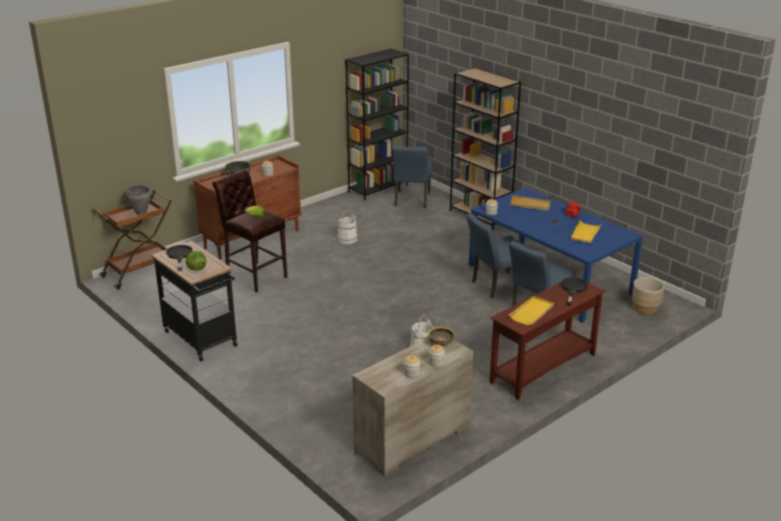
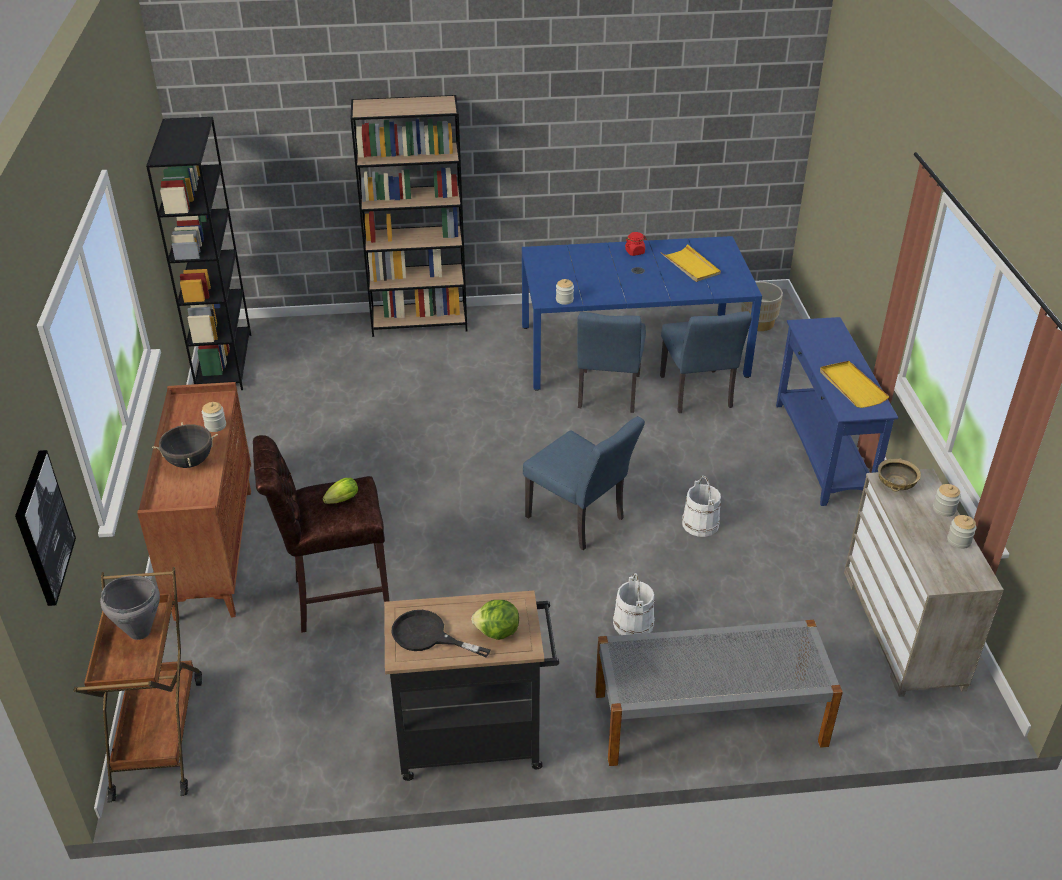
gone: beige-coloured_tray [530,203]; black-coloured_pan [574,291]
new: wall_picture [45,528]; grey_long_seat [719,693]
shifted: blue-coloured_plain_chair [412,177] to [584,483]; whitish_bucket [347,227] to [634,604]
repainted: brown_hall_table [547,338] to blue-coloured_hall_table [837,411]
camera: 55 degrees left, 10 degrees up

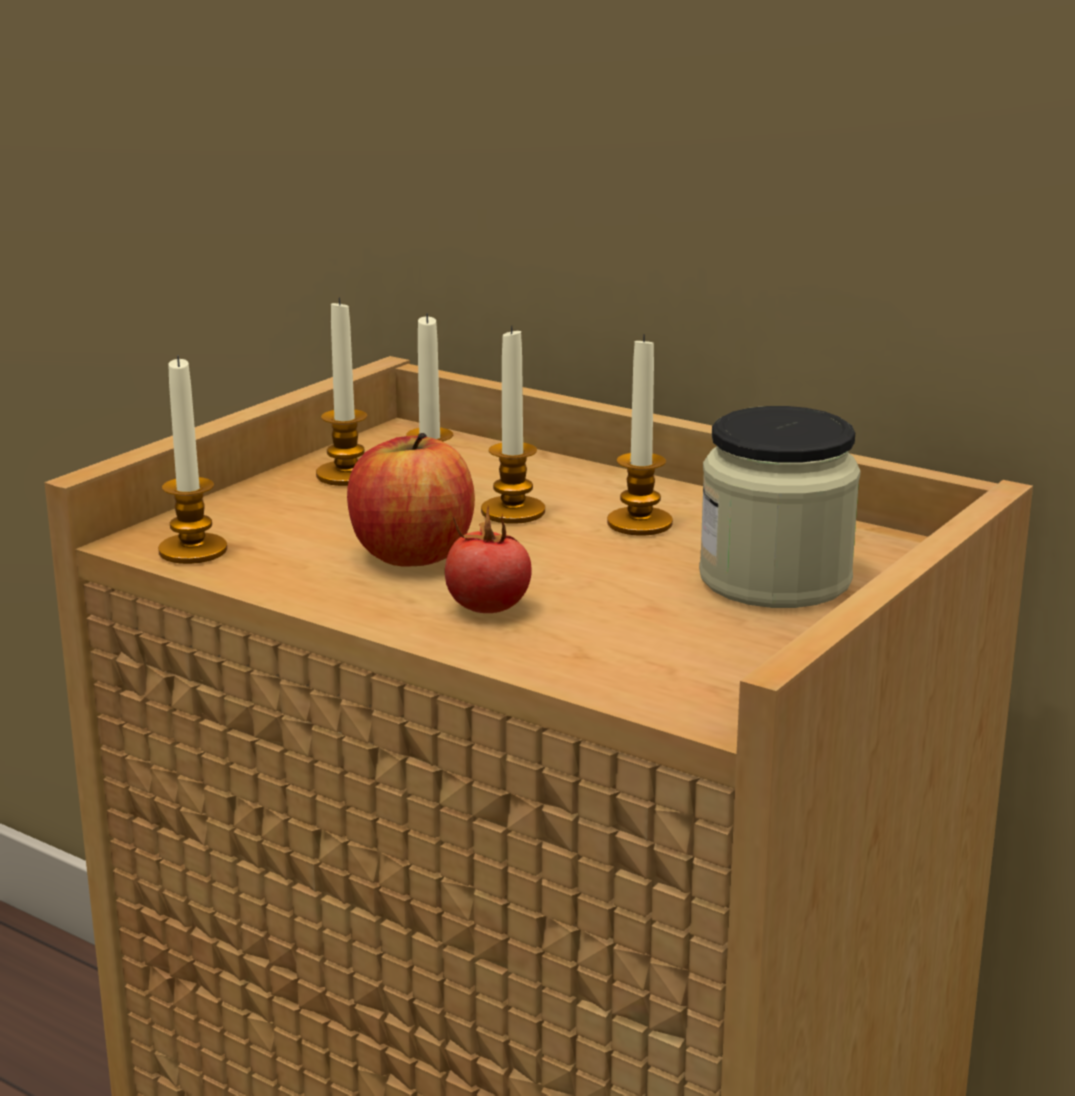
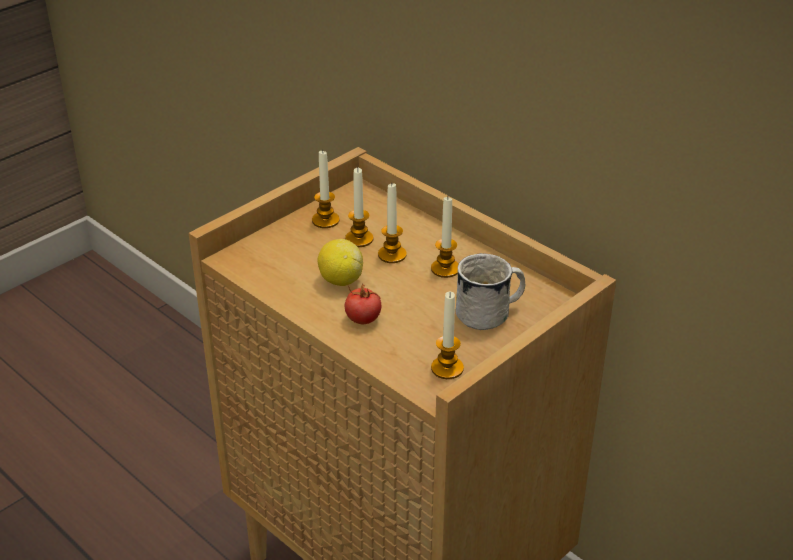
shifted: wax_candle [192,459] to [447,335]
swapped: preserve_jar [779,507] to whitish_coffee_mug [490,291]; apple_fruit [411,499] to lemon [340,262]
camera: 10 degrees right, 15 degrees up

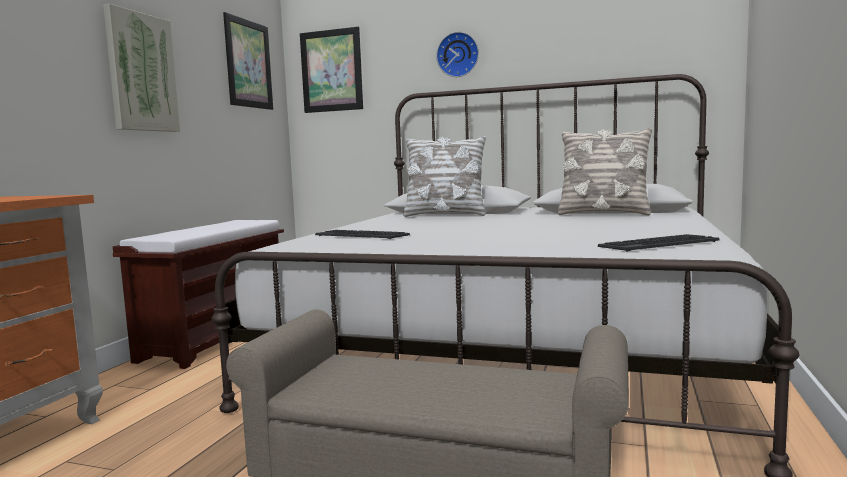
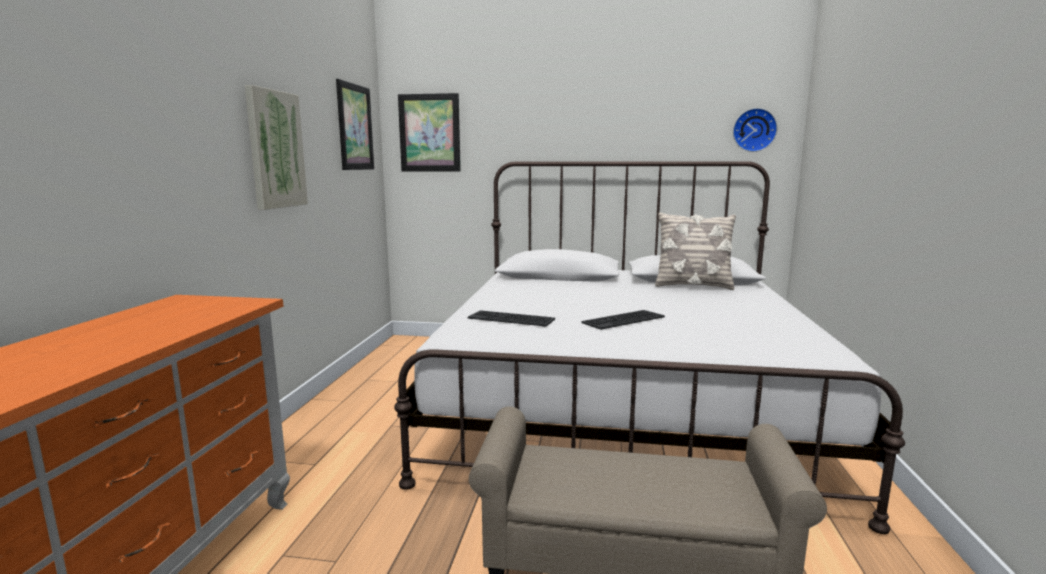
gone: whitish_cushion [444,176]; brown_long_seat [198,294]
shifted: wall_clock [457,54] to [755,130]; computer_keyboard [659,243] to [623,320]
camera: 10 degrees left, 5 degrees up

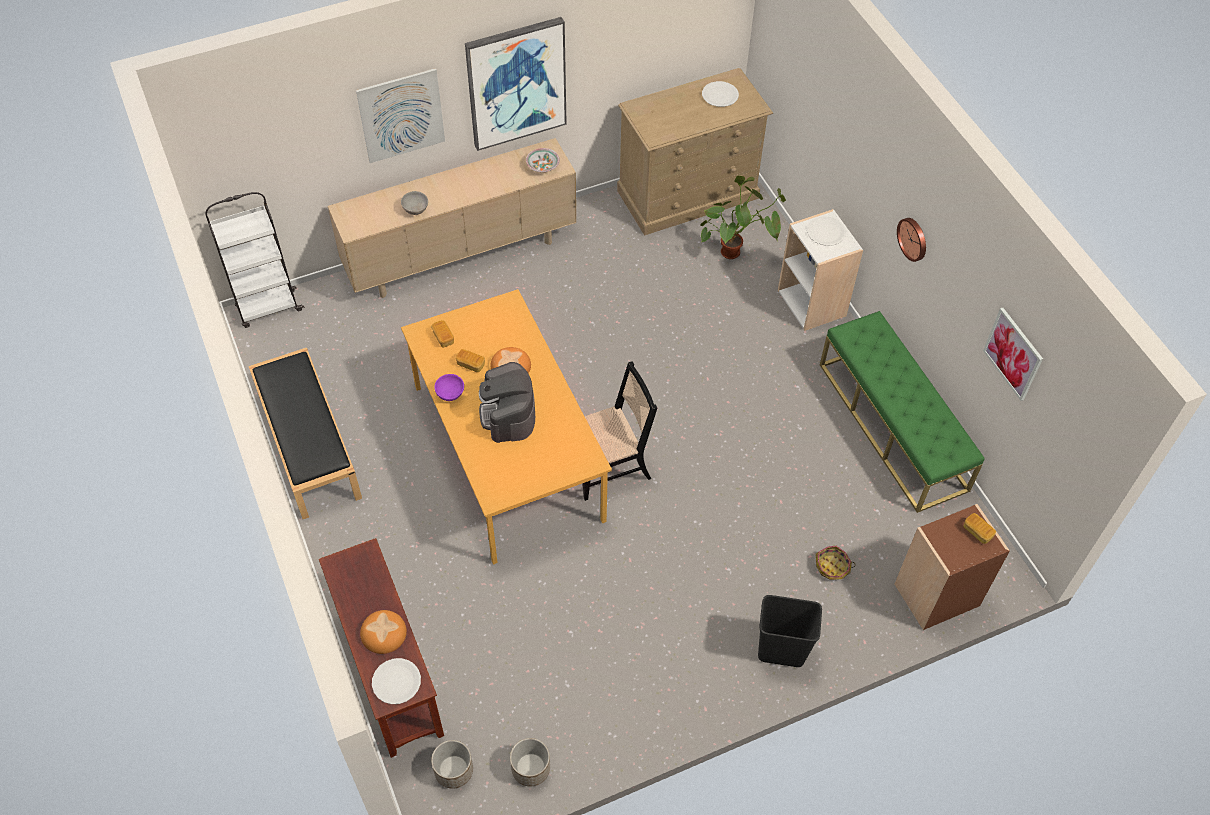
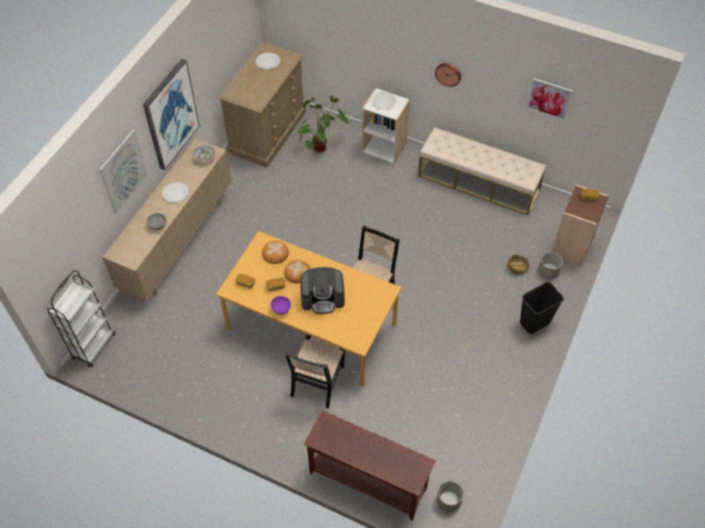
gone: black-coloured_long_seat [305,433]
new: plain_chair [315,372]
shifted: baked_bread [383,632] to [275,252]; whitish_flat_dish [396,681] to [175,192]; plant_pot [530,762] to [550,265]
repainted: greenish_long_seat [902,412] to beige-coloured_long_seat [482,171]
rotated: coffee_maker [507,402] = [322,290] 45 degrees counterclockwise
camera: 40 degrees left, 0 degrees up

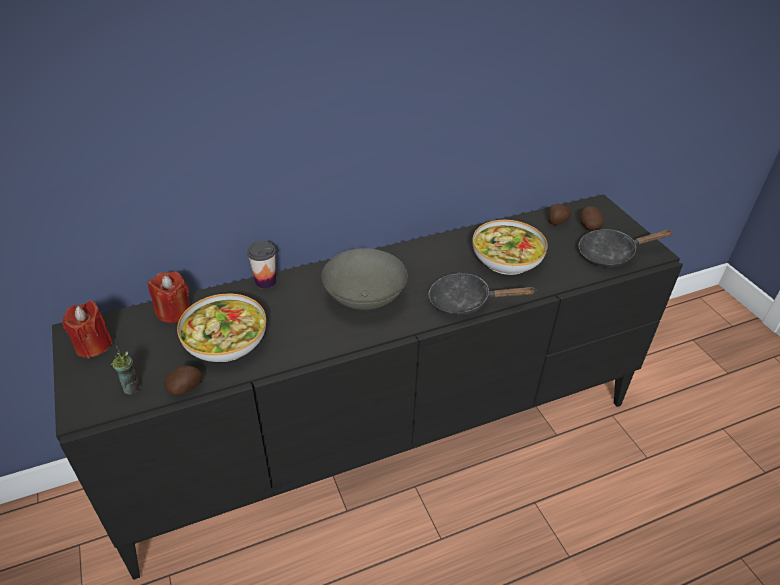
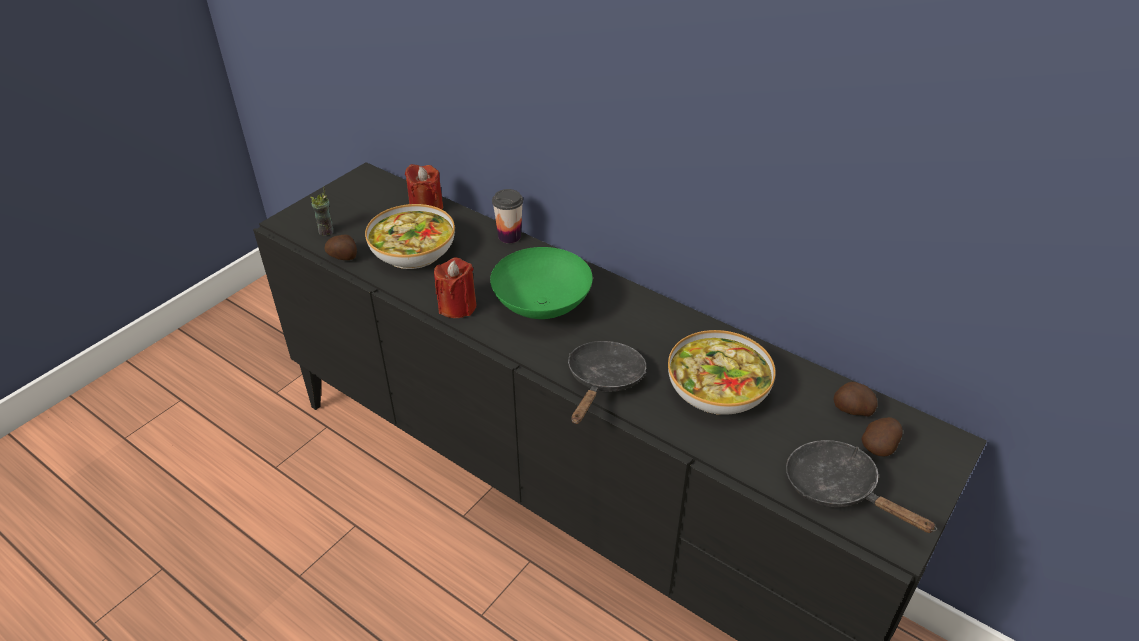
shifted: reddish_wax_candle [88,330] to [455,288]
repainted: grey_serving_bowl [364,279] to greenish_serving_bowl [541,283]
rotated: black-coloured_pan [482,294] = [607,382] 45 degrees clockwise
camera: 60 degrees right, 0 degrees up

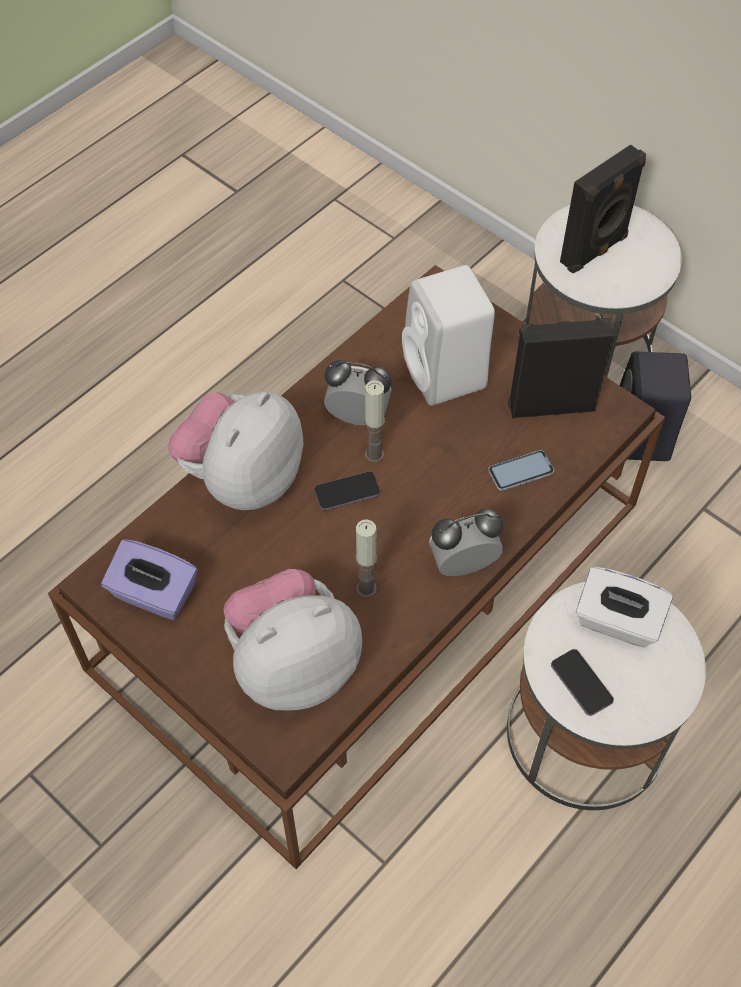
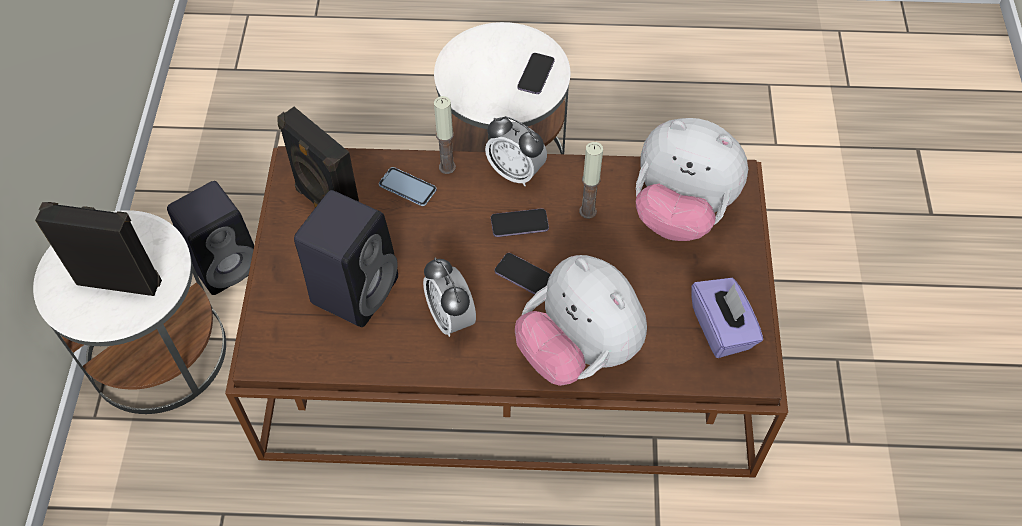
gone: whitish_tissue_box [624,607]
new: telephone [520,222]
shifted: wax_candle [374,421] to [445,135]
repainted: whitish_speaker [448,335] to black-coloured_speaker [346,258]
rotated: plush_toy [235,450] = [581,320] 60 degrees clockwise
camera: 130 degrees left, 0 degrees up

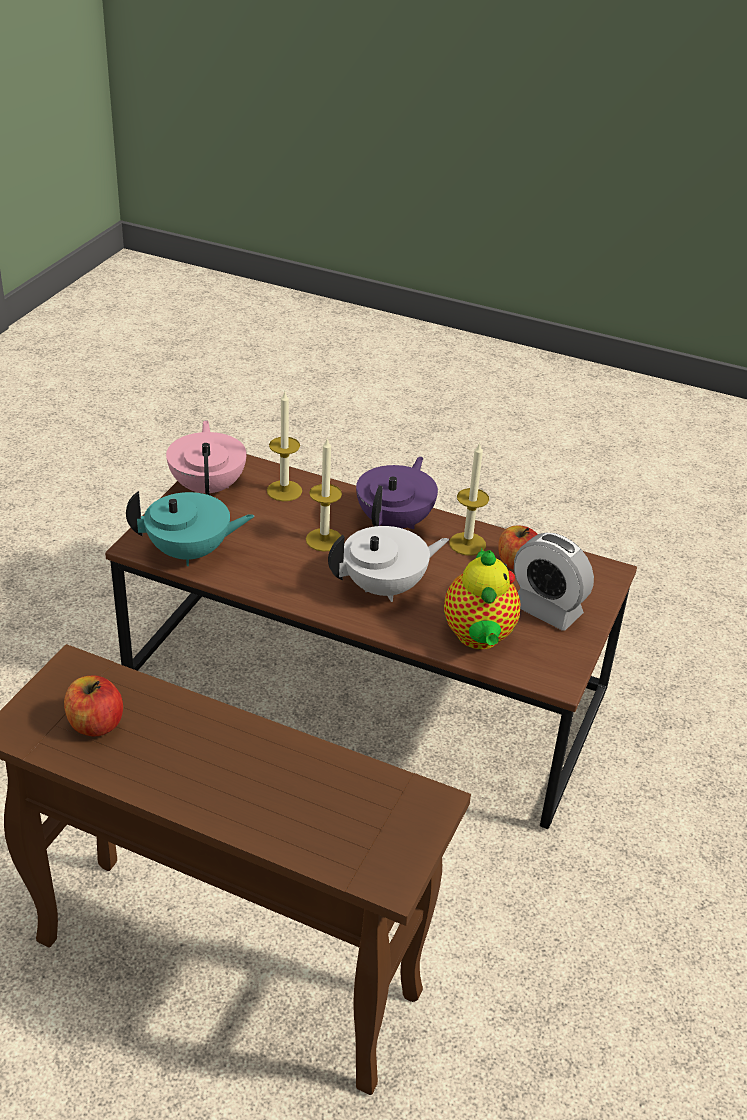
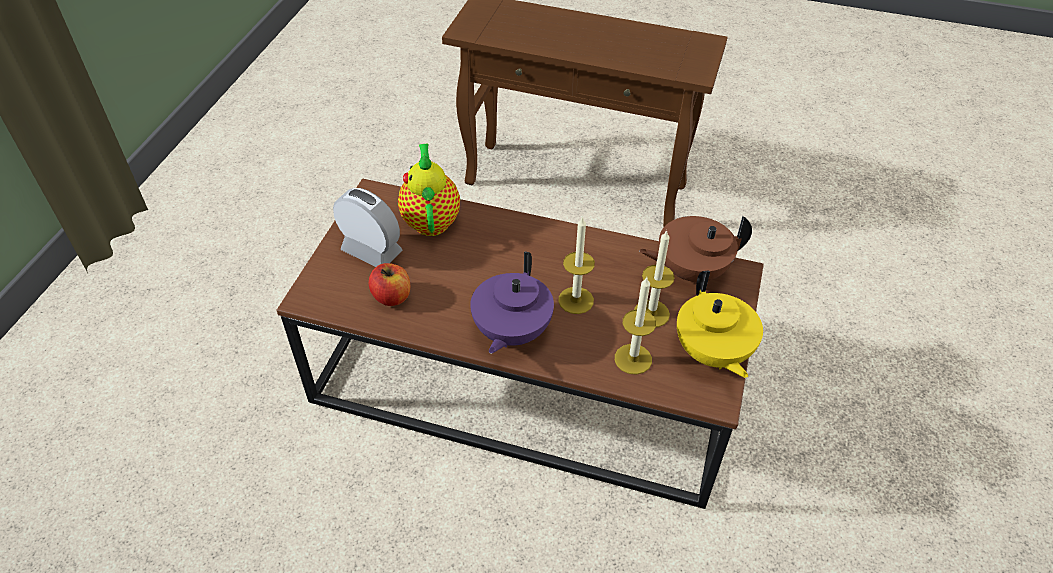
gone: whitish_tea_pot [388,564]; apple_fruit [93,706]
shifted: wax_candle [469,499] to [654,278]
repainted: pink_tea_pot [206,457] to yellow_tea_pot [720,324]; turquoise-coloured_tea_pot [190,528] to brown_tea_pot [695,249]
camera: 175 degrees right, 10 degrees up

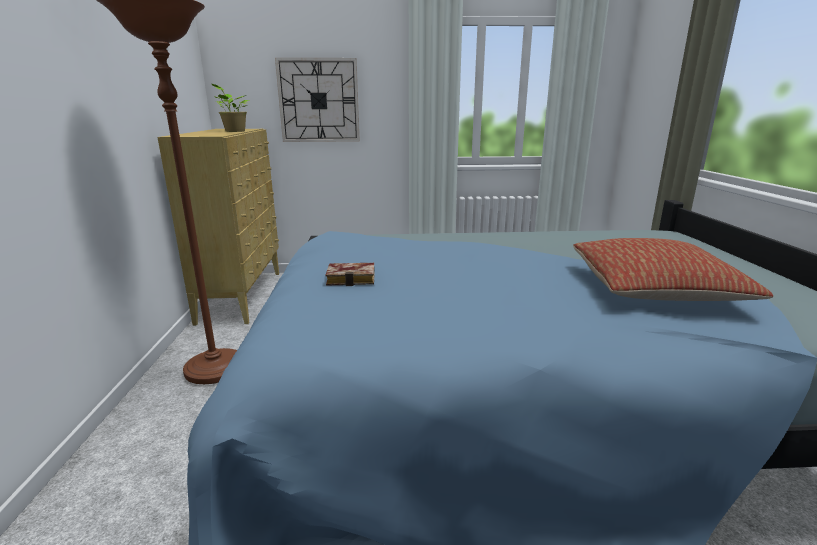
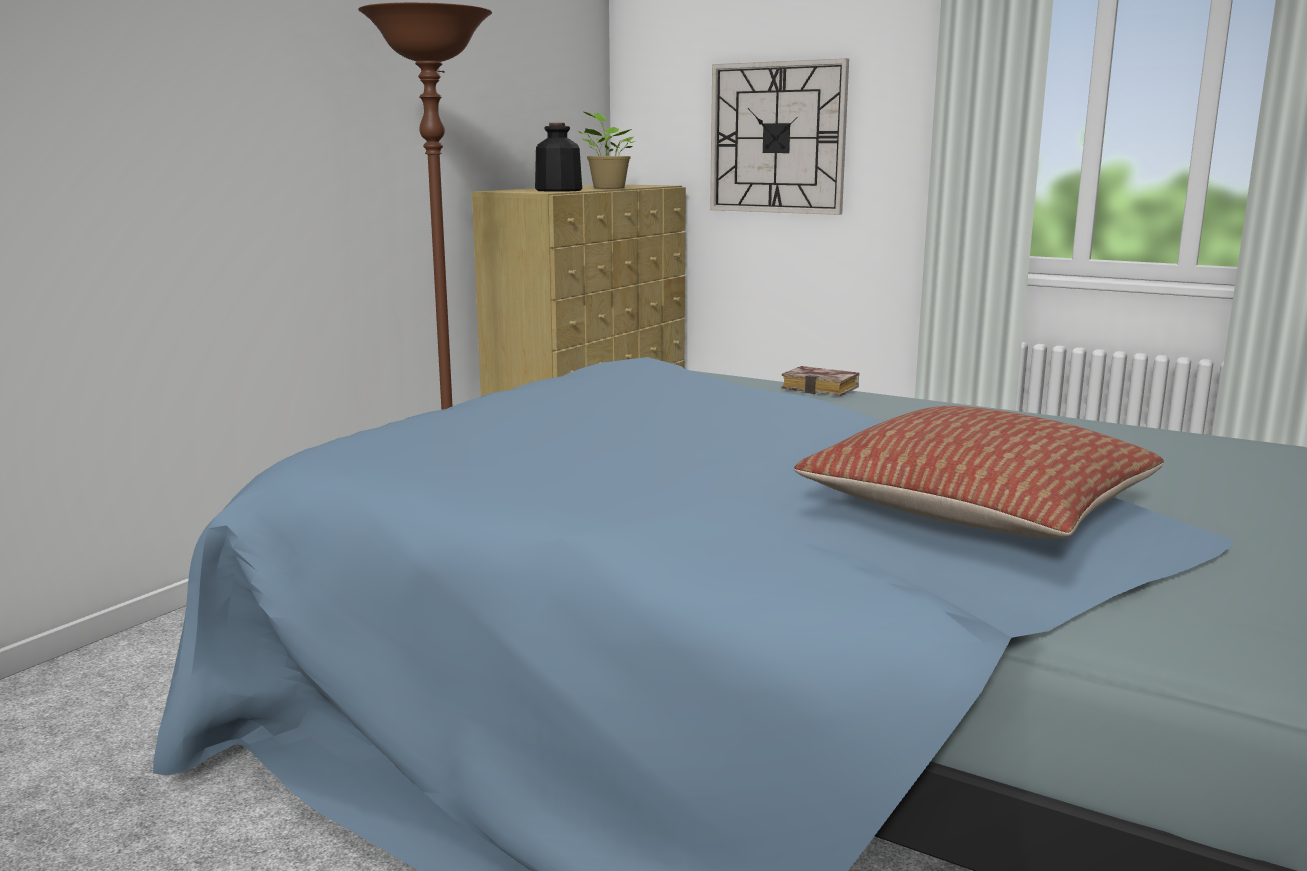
new: beverage_bottle [558,157]
shifted: volume [350,274] to [820,381]
camera: 35 degrees right, 5 degrees down

